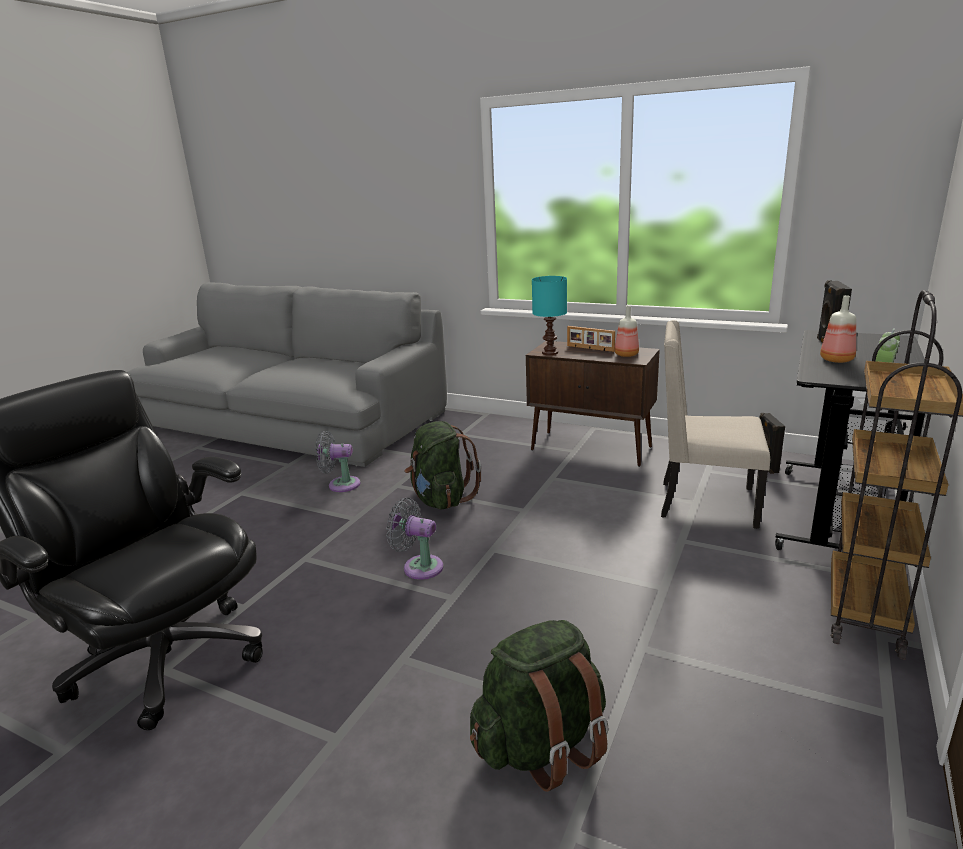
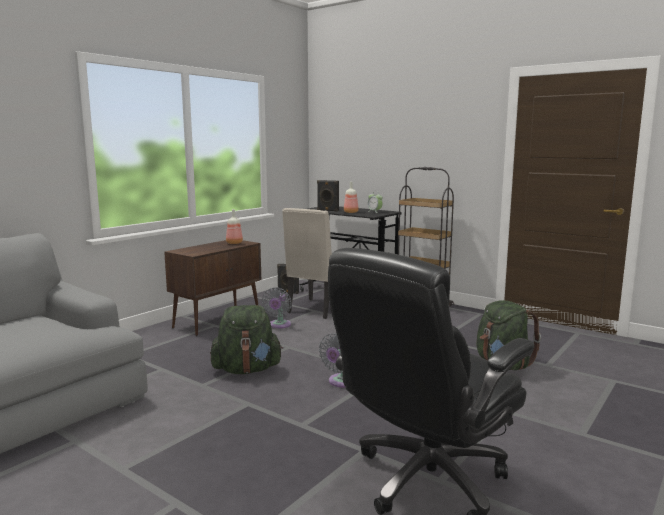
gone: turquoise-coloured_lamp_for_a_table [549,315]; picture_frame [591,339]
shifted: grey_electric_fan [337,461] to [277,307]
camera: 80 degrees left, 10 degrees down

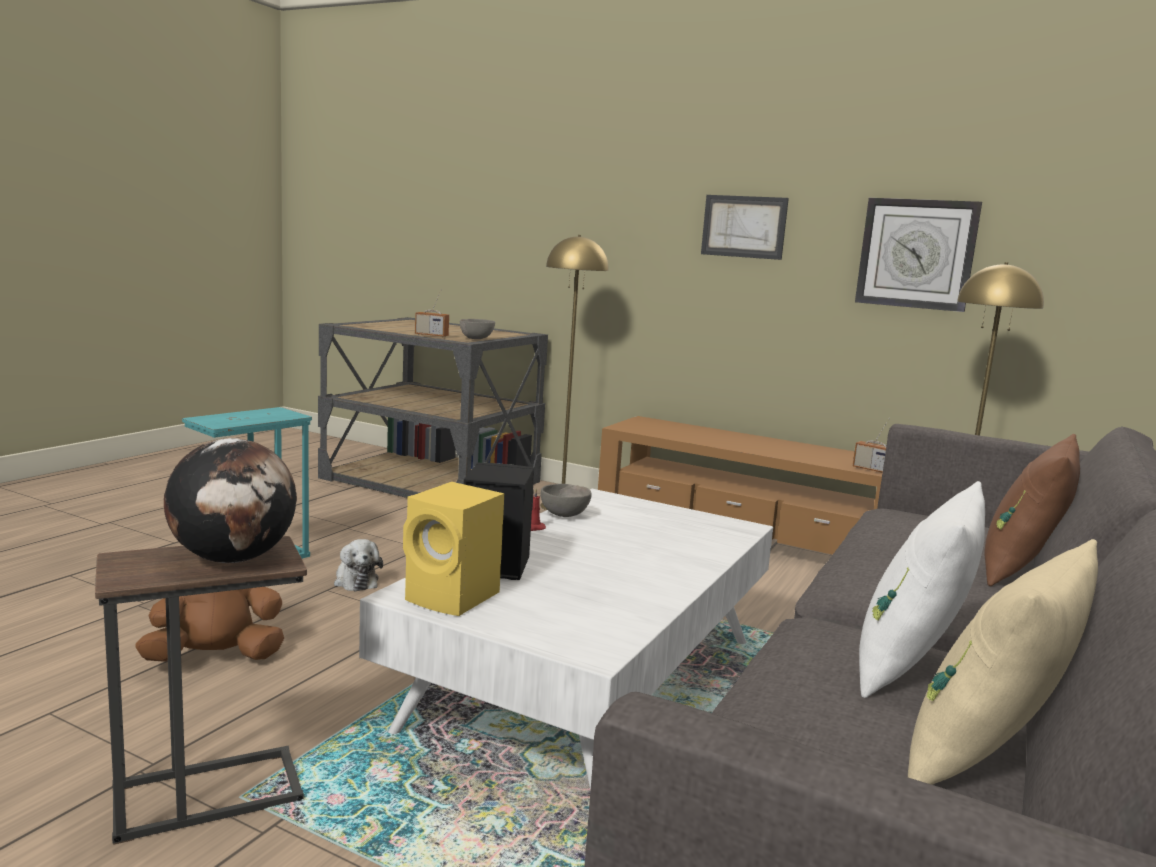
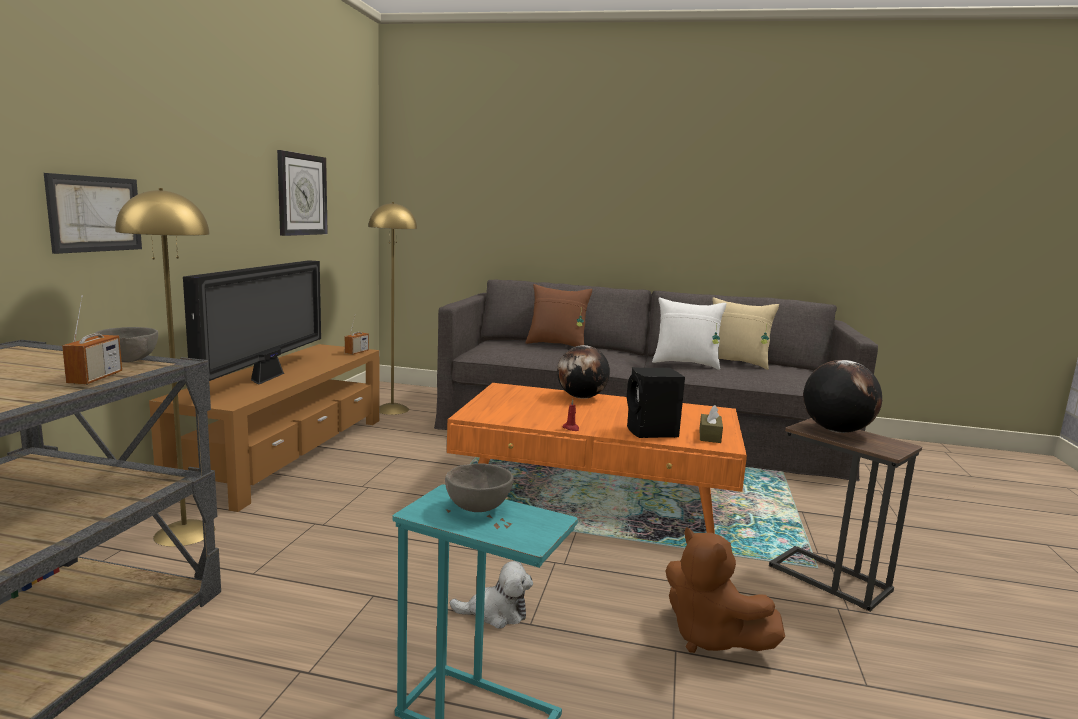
new: television [252,322]; desk_globe [583,372]
shifted: wall_picture [745,227] to [93,213]; grey_serving_bowl [566,500] to [479,487]
swapped: yellow_speaker [453,549] to brown_tissue_box [711,424]
repainted: whitish_lounge_table [566,639] to orangey_lounge_table [597,458]
rotated: plush_toy [358,565] = [491,594] 45 degrees clockwise
camera: 105 degrees left, 0 degrees up

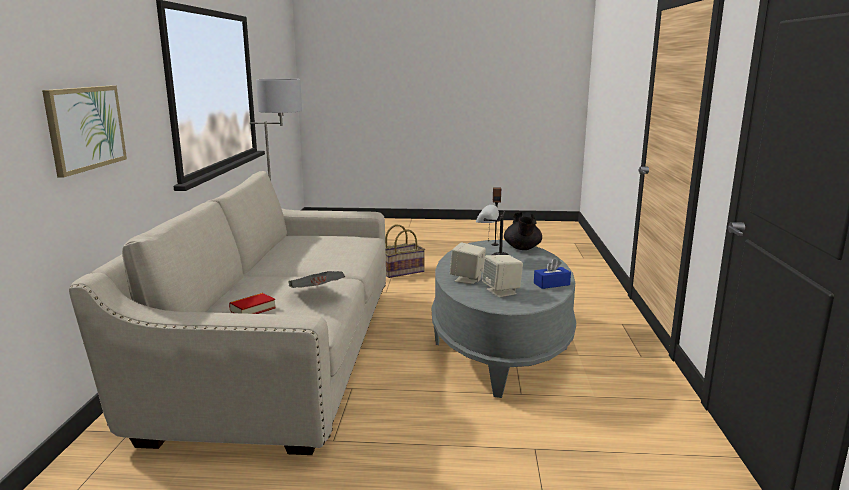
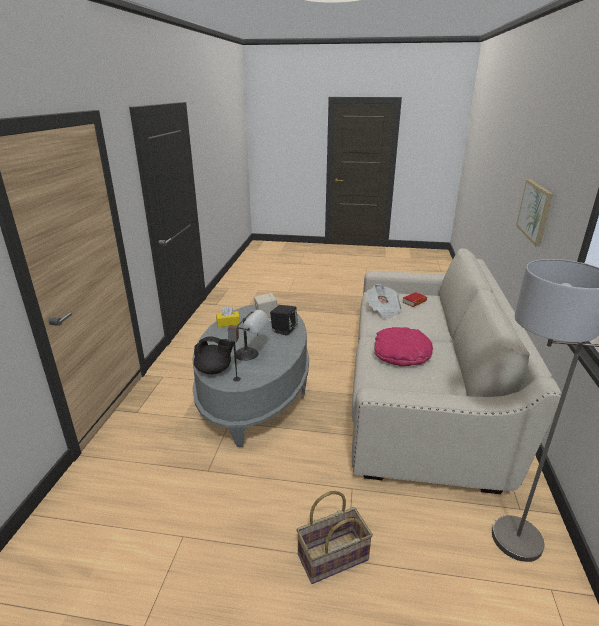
new: pink_cushion [403,346]
repainted: beige-coloured_speaker [468,263] to black-coloured_speaker [284,320]; blue-coloured_tissue_box [552,274] to yellow_tissue_box [228,316]
rotated: black-coloured_tea_pot [523,231] = [213,355] 90 degrees clockwise
camera: 175 degrees left, 10 degrees up

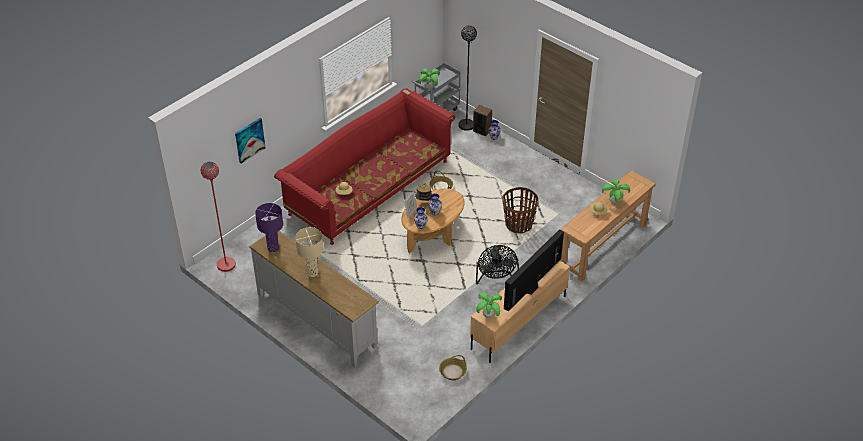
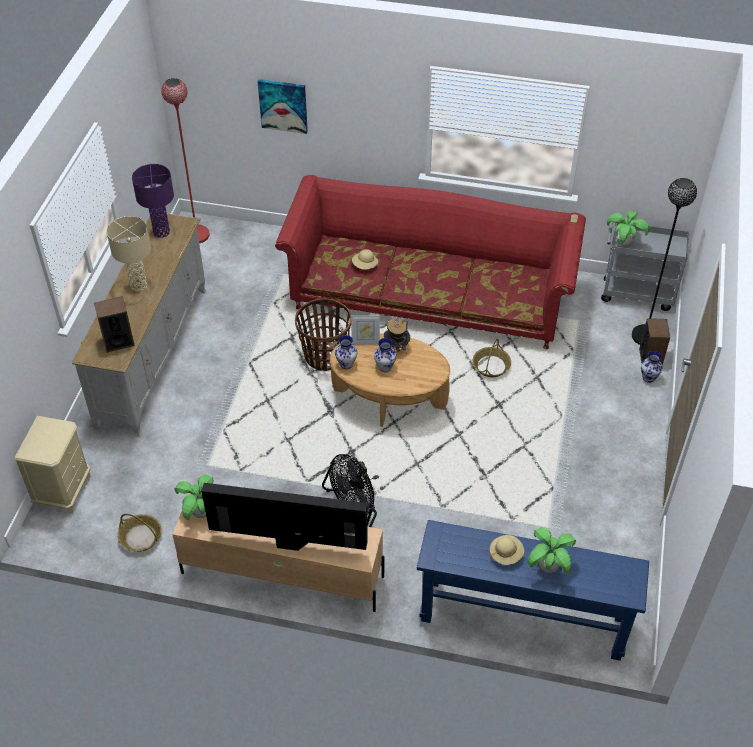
new: speaker [114,324]; beige-coloured_bedside_table [52,465]
shifted: household_basket [520,210] to [323,334]
repainted: brown_hall_table [608,226] to blue-coloured_hall_table [533,590]
camera: 60 degrees right, 5 degrees up

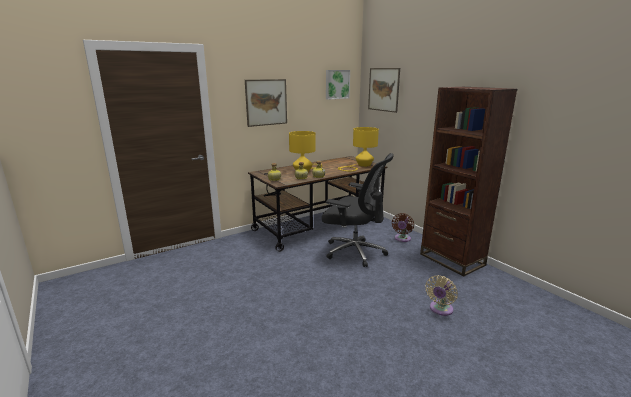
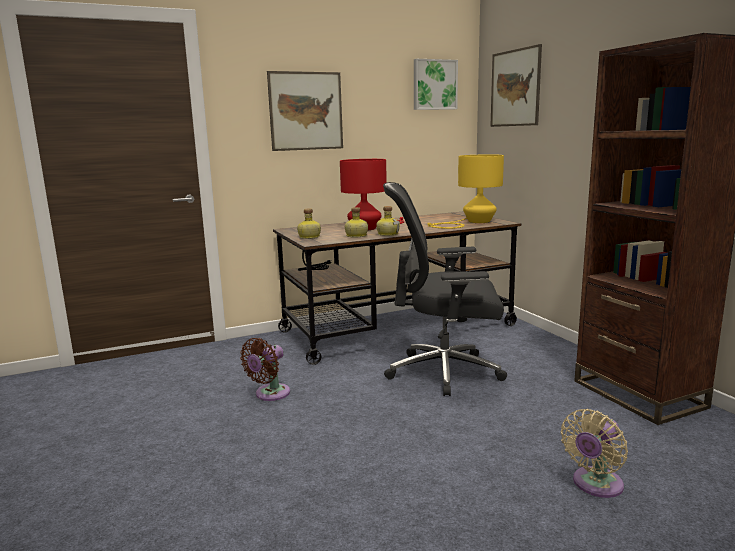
shifted: brown_electric_fan [403,227] to [265,369]
repainted: yellow_lamp_for_a_table [306,151] to reddish_lamp_for_a_table [372,194]
rotated: office_chair [358,210] = [445,289] 150 degrees clockwise
camera: 10 degrees right, 5 degrees down

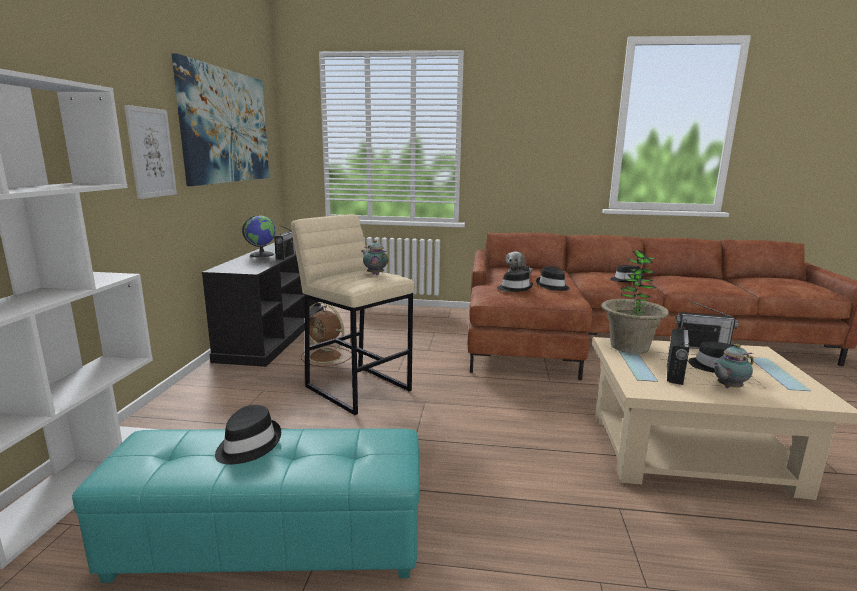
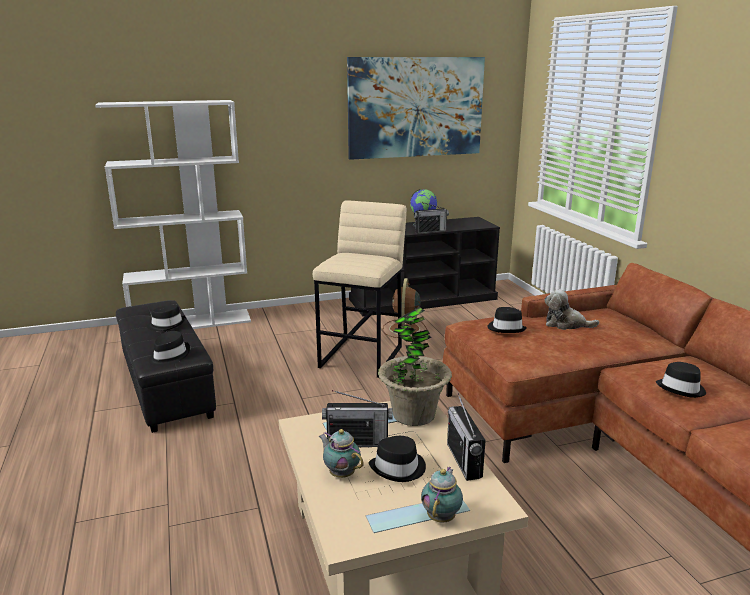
gone: wall_picture [150,152]
shifted: tea_pot [375,257] to [442,494]; black-coloured_hat [553,278] to [169,348]
repainted: turquoise-coloured_ottoman [246,505] to black-coloured_ottoman [166,366]
camera: 65 degrees right, 5 degrees up

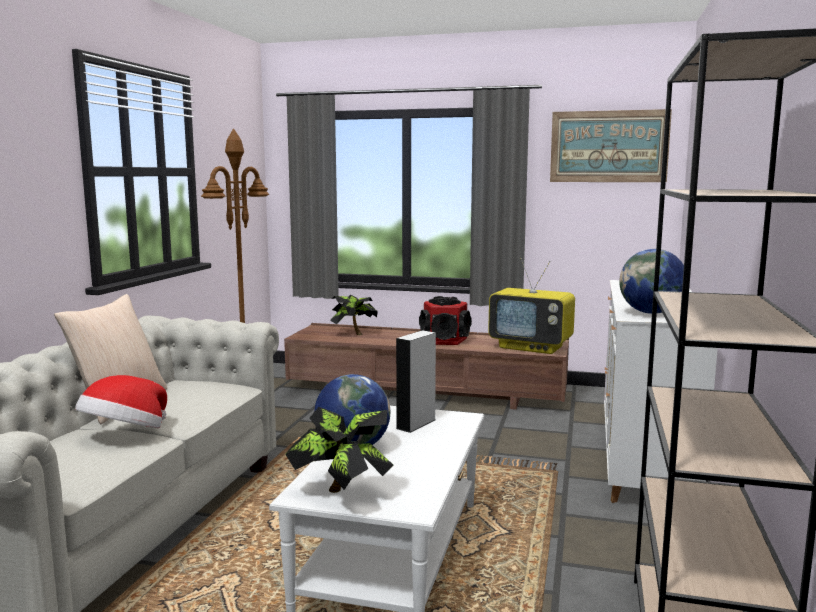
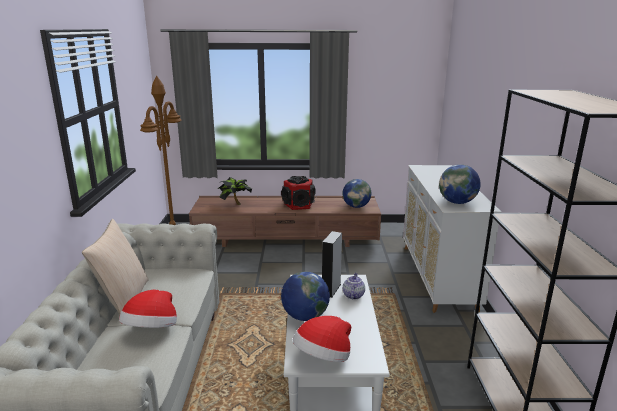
gone: wall_picture [611,145]
new: tea_pot [354,286]
swapped: television [531,306] to desk_globe [357,193]; potted_plant [339,450] to hat [322,339]
camera: 15 degrees left, 10 degrees up

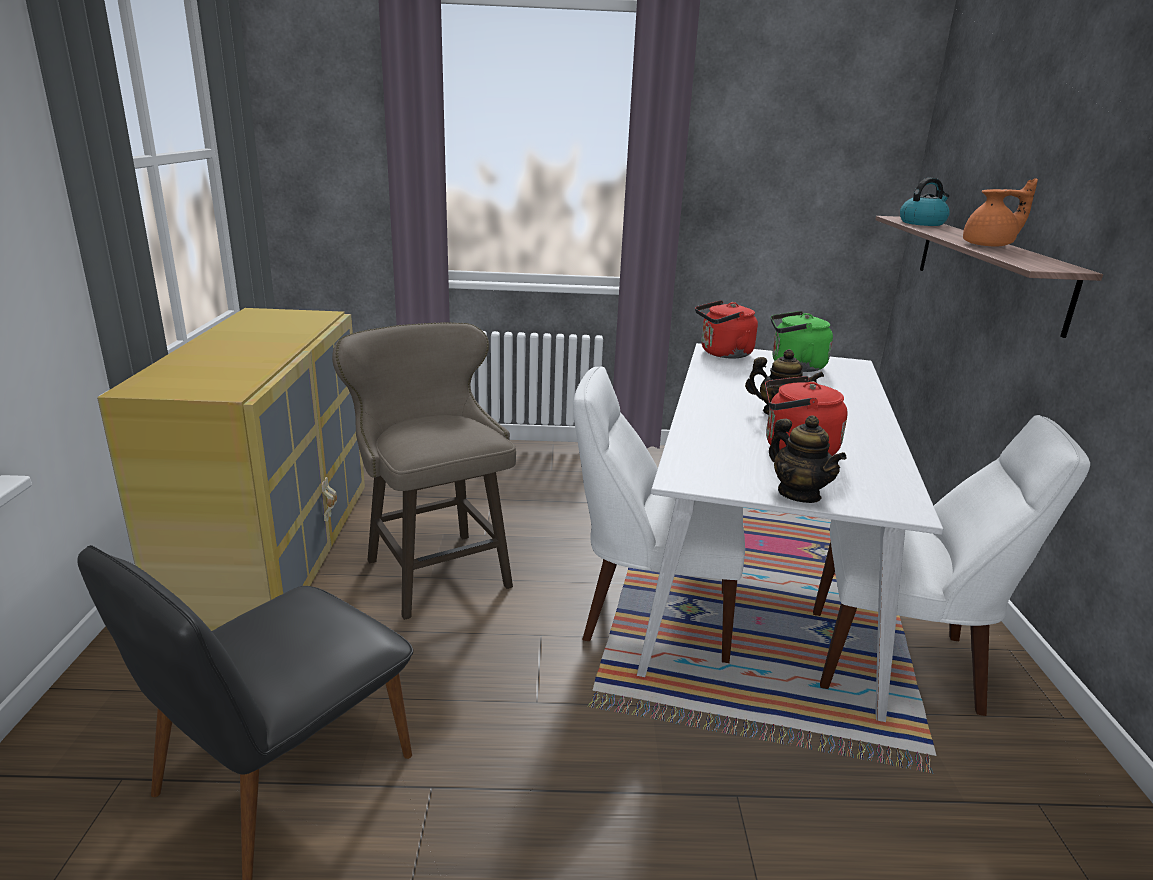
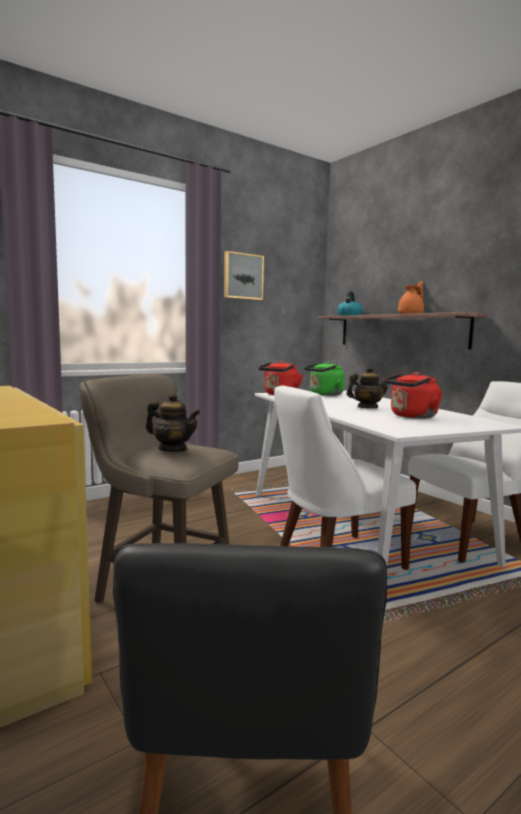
new: wall_picture [244,275]
shifted: tea_pot [808,459] to [173,422]
camera: 35 degrees left, 15 degrees down

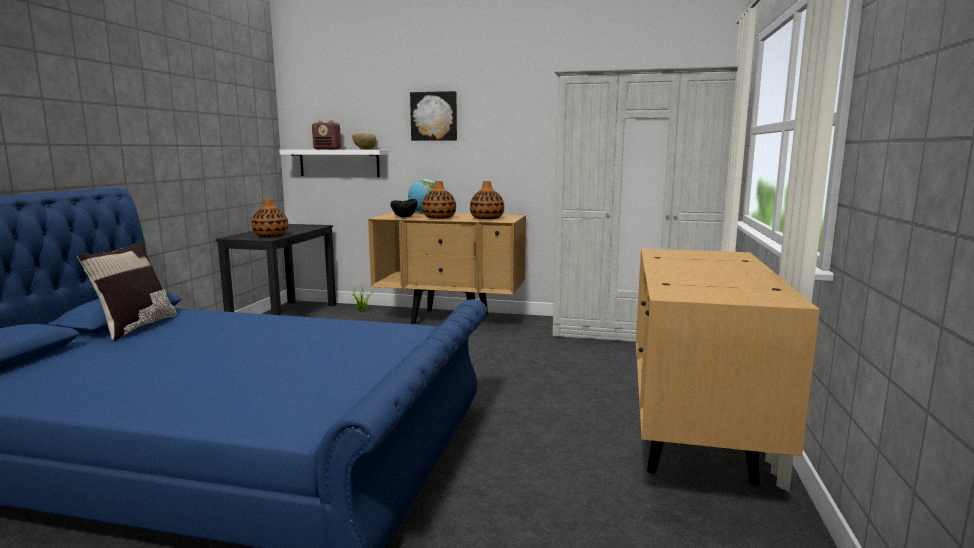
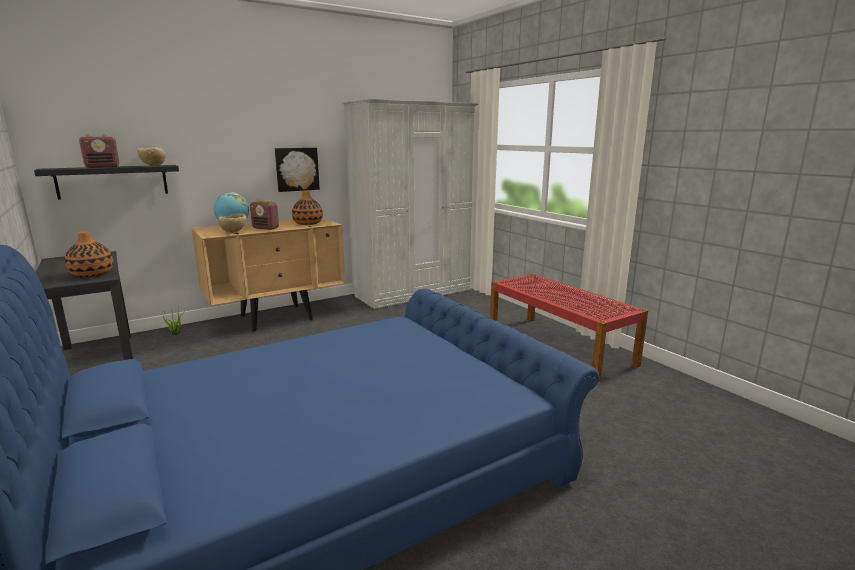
gone: cushion [127,291]
shifted: wall_picture [433,116] to [297,170]
swapped: decorative_vase [439,200] to radio_receiver [264,215]; beige-coloured_dresser [728,367] to reddish_long_seat [569,328]
repainted: whitish_shelf [333,163] to black-coloured_shelf [106,182]; black-coloured_serving_bowl [403,208] to beige-coloured_serving_bowl [232,223]
camera: 45 degrees left, 5 degrees up

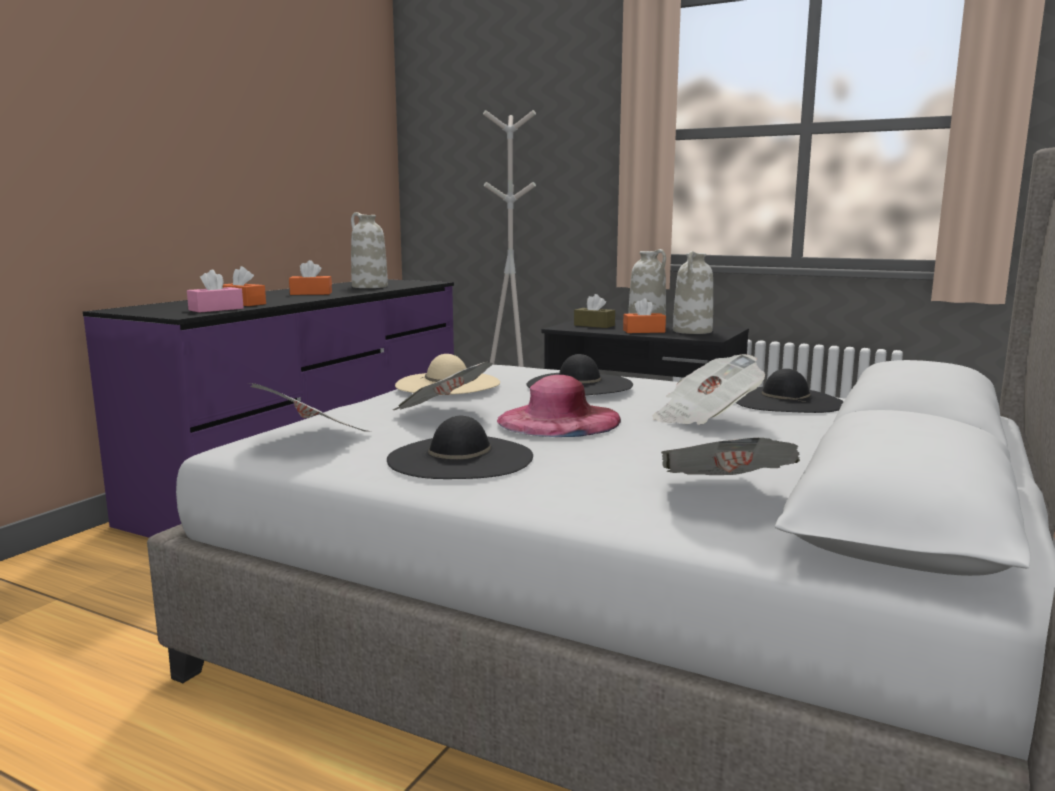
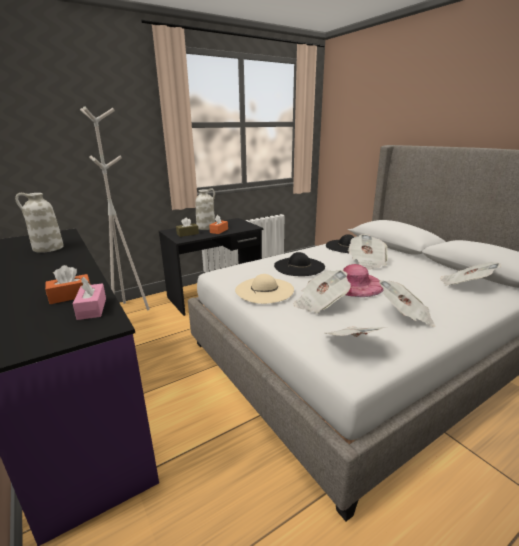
gone: whitish_decorative_vase [693,292]; orangey_tissue_box [310,277]
swapped: black-coloured_hat [460,447] to printed_paper [407,303]
camera: 60 degrees left, 10 degrees up

